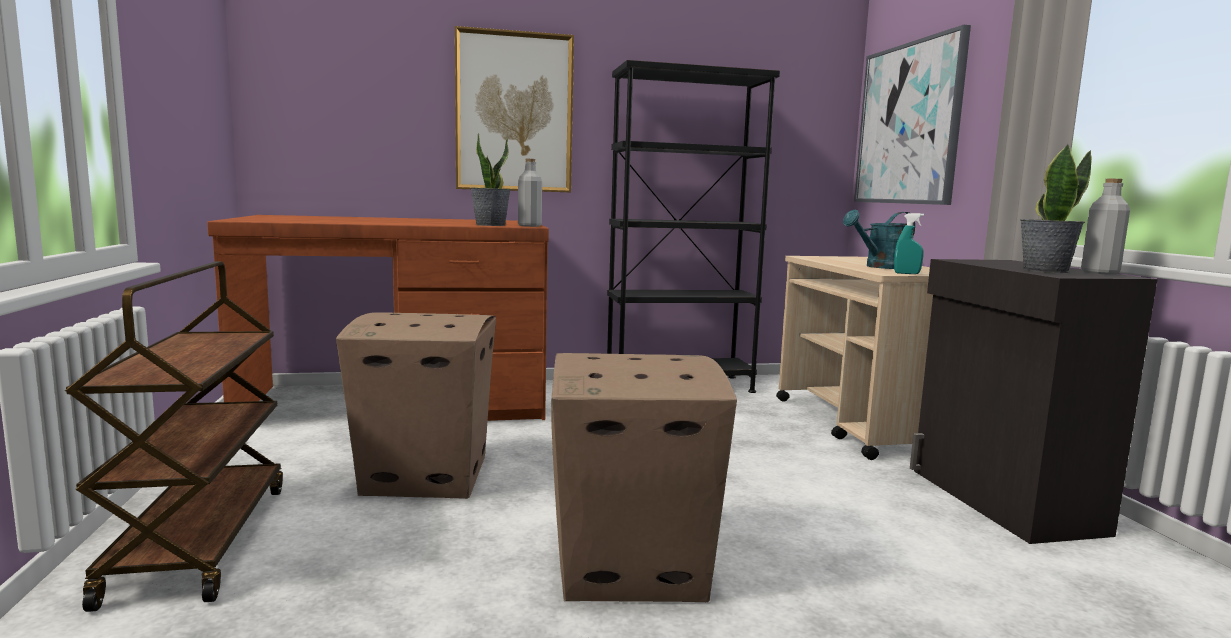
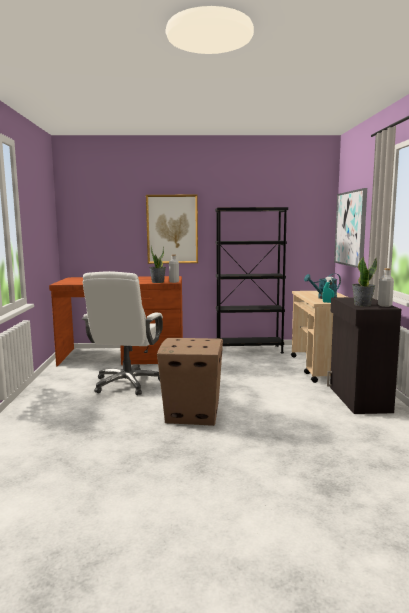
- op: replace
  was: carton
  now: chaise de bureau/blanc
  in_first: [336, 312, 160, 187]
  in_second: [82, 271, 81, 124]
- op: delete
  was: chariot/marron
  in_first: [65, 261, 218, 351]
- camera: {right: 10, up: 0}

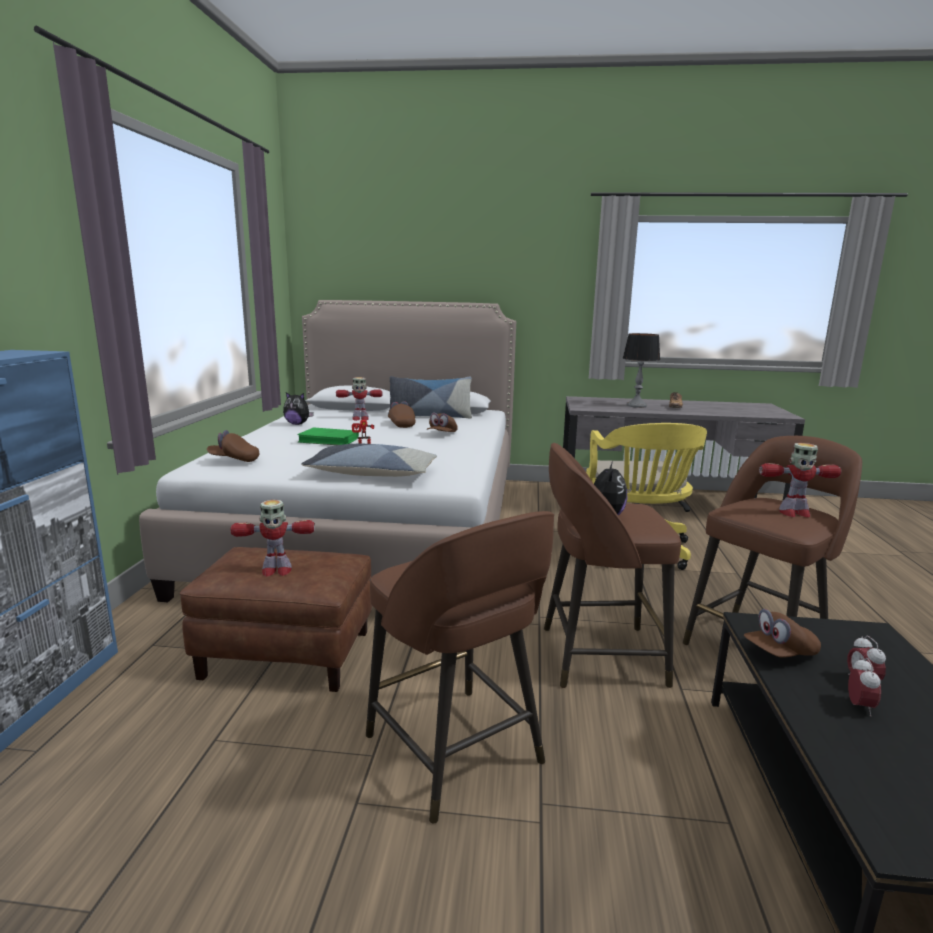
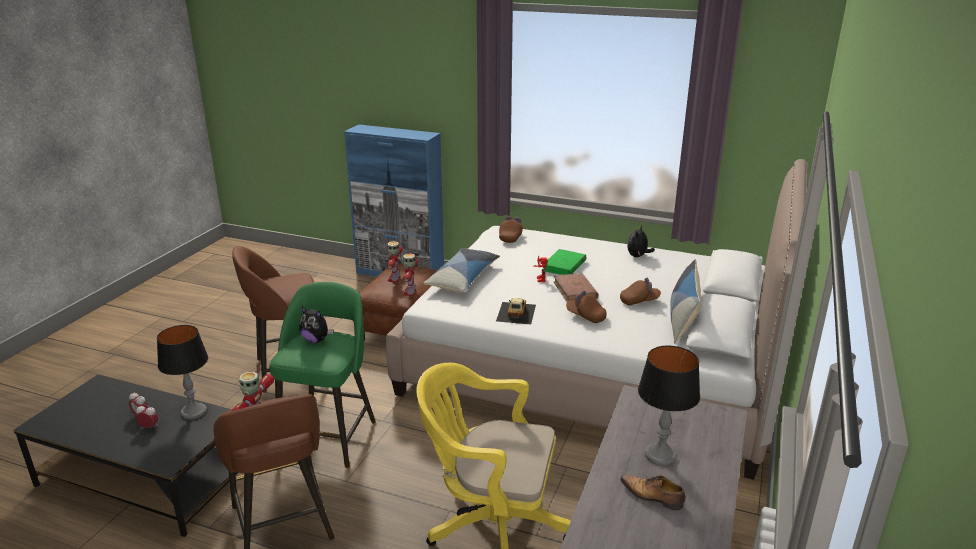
- op: replace
  was: casquette/marron
  now: lampe de table
  in_first: [744, 609, 77, 49]
  in_second: [157, 325, 51, 94]
- op: recolor
  was: tabouret/marron
  now: tabouret/vert
  in_first: [544, 443, 137, 245]
  in_second: [269, 282, 107, 186]
- op: move
  was: robot jouet
  in_first: [336, 377, 46, 44]
  in_second: [403, 253, 15, 43]
- op: insert
  now: petite voiture
  in_second: [496, 298, 40, 26]
- op: insert
  now: livre/marron
  in_second: [553, 273, 45, 29]
- camera: {right: 105, up: 10}

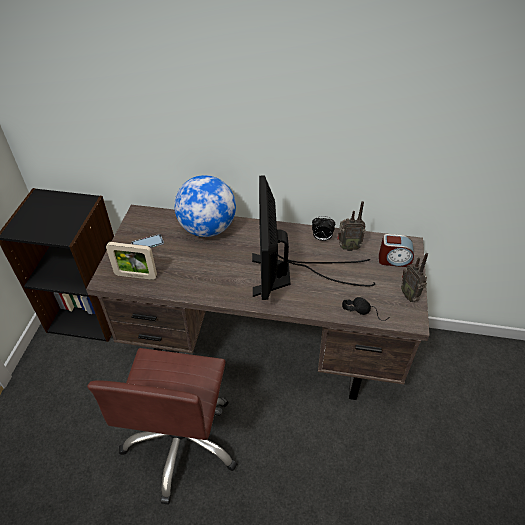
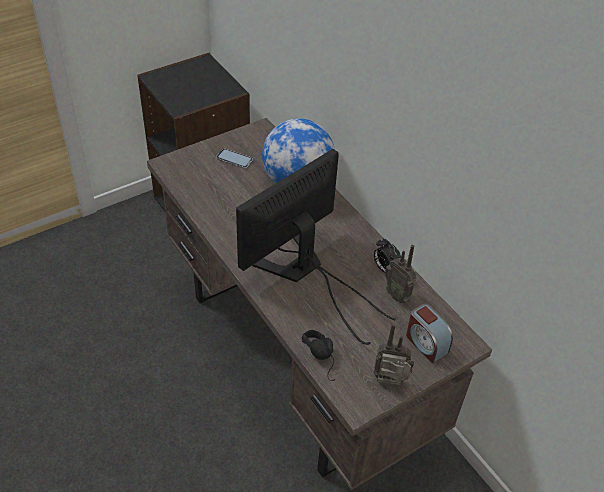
- op: rotate
  was: radio
  in_first: [401, 253, 27, 49]
  in_second: [374, 323, 40, 62]
  clockwise: 75
- op: delete
  was: chaise de bureau/marron
  in_first: [87, 348, 150, 157]
- op: delete
  was: cadre photo
  in_first: [106, 242, 51, 38]
- camera: {right: 45, up: 0}

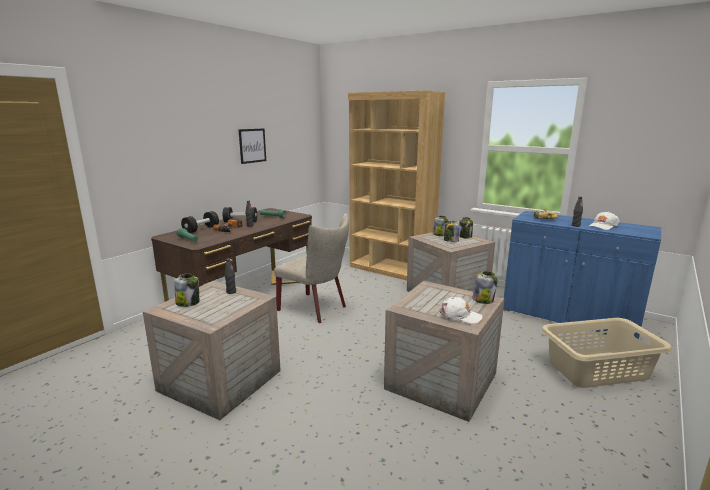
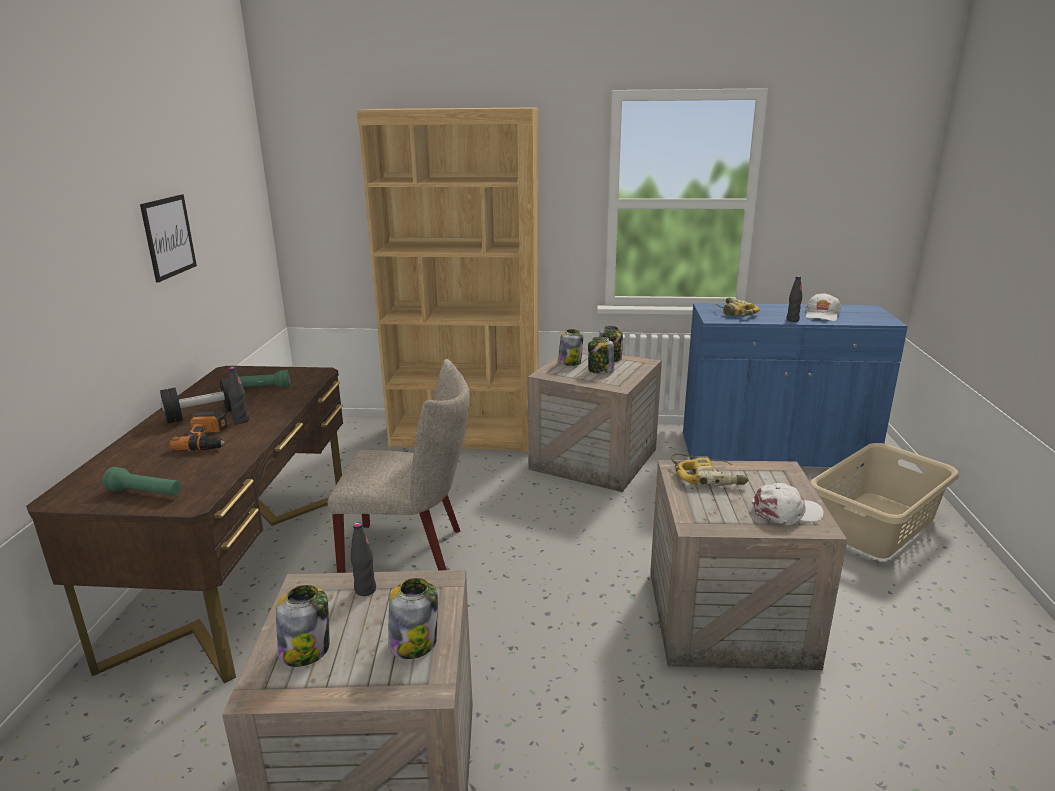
- op: move
  was: bocal
  in_first: [472, 271, 26, 33]
  in_second: [389, 578, 49, 81]
- op: insert
  now: perceuse
  in_second: [671, 454, 78, 32]
- op: delete
  was: haltère/noir
  in_first: [181, 211, 38, 22]
- camera: {right: -30, up: 5}

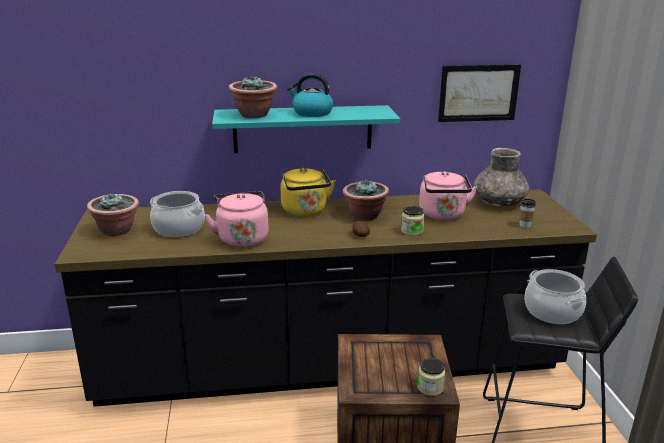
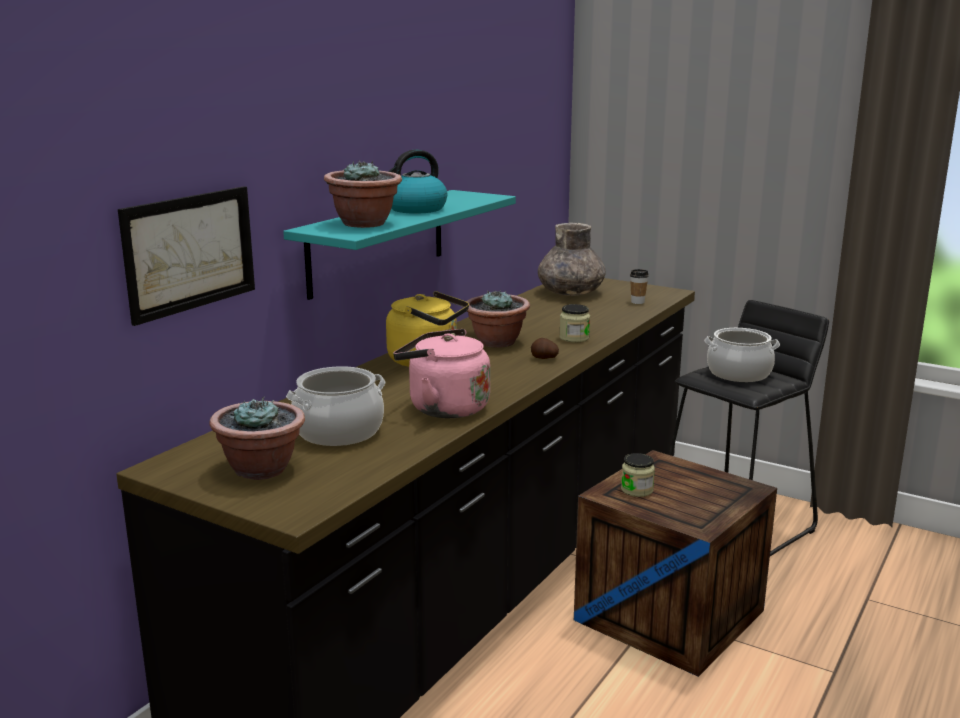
- op: move
  was: tableau
  in_first: [438, 64, 83, 58]
  in_second: [118, 186, 137, 140]
- op: move
  was: bocal
  in_first: [417, 358, 28, 38]
  in_second: [621, 453, 34, 44]
- op: delete
  was: bouilloire/rose
  in_first: [419, 171, 58, 49]
- camera: {right: -50, up: -5}

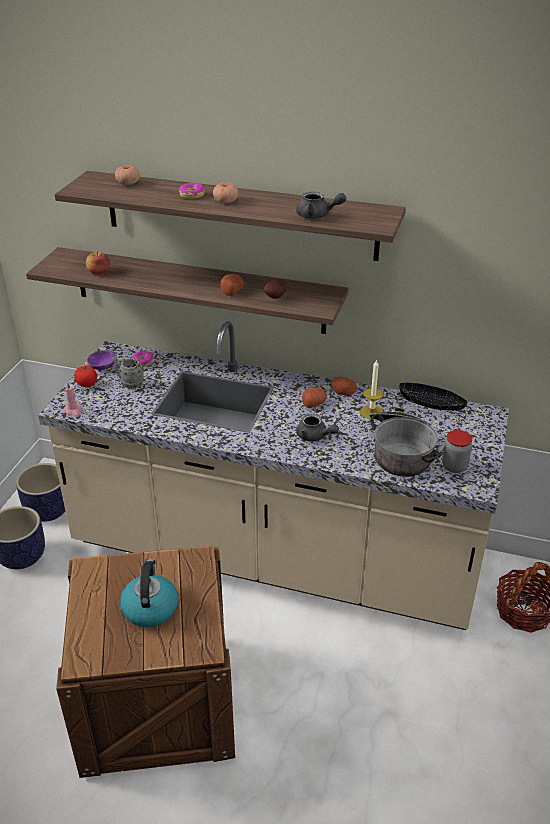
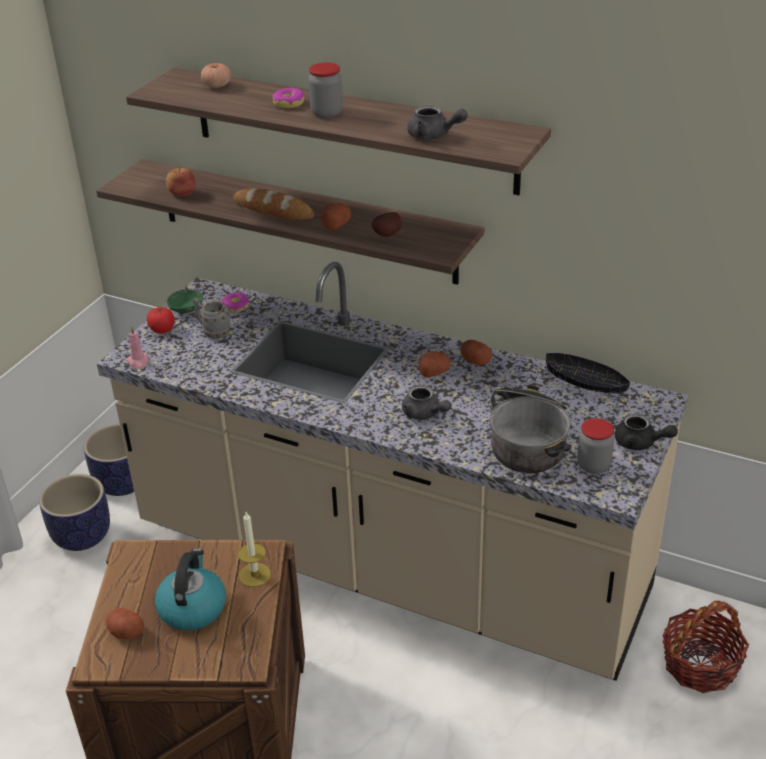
- op: insert
  now: pomme de terre
  in_second: [106, 608, 38, 31]
- op: recolor
  was: bol/violet
  now: bol/vert
  in_first: [87, 350, 30, 20]
  in_second: [167, 289, 36, 24]
- op: insert
  now: pain
  in_second: [234, 188, 80, 31]
- op: move
  was: bougie
  in_first: [360, 359, 24, 60]
  in_second: [238, 512, 33, 75]
- op: replace
  was: tomate
  now: bocal
  in_first: [213, 183, 25, 21]
  in_second: [308, 62, 35, 56]
- op: insert
  now: théière/noir
  in_second: [615, 413, 63, 37]
- camera: {right: 10, up: 0}

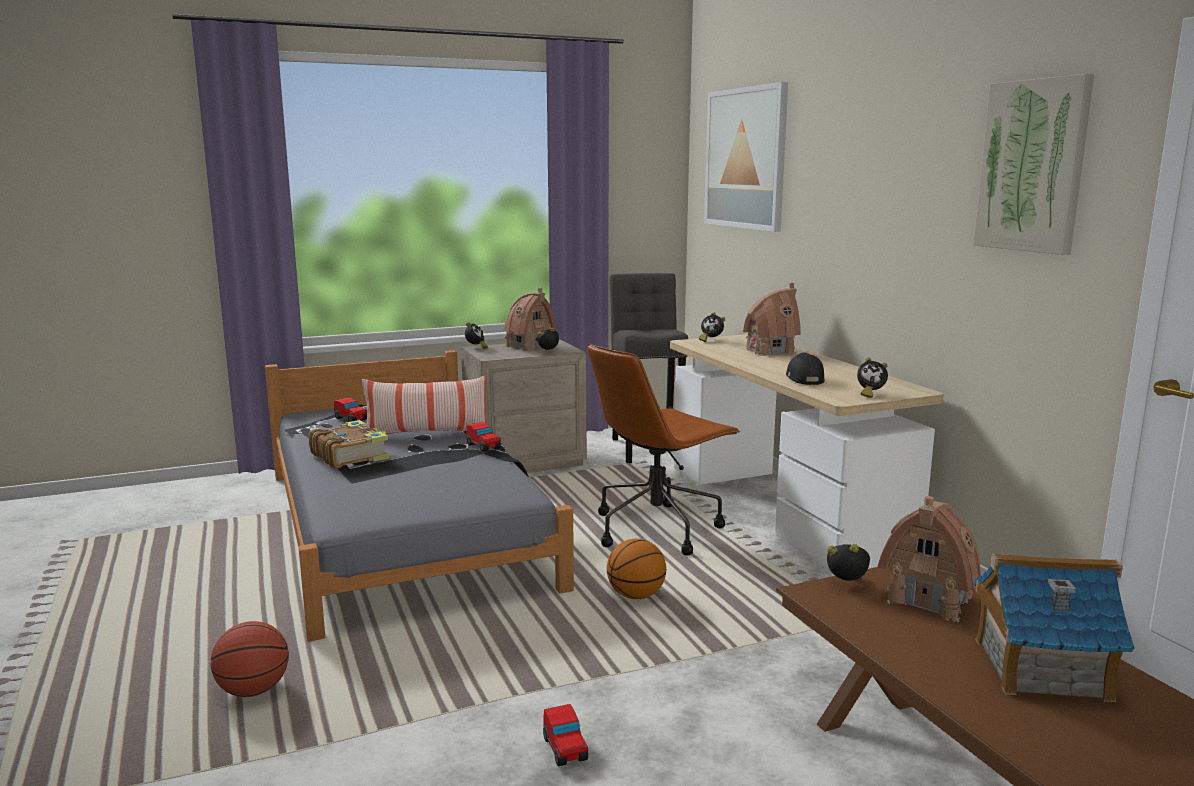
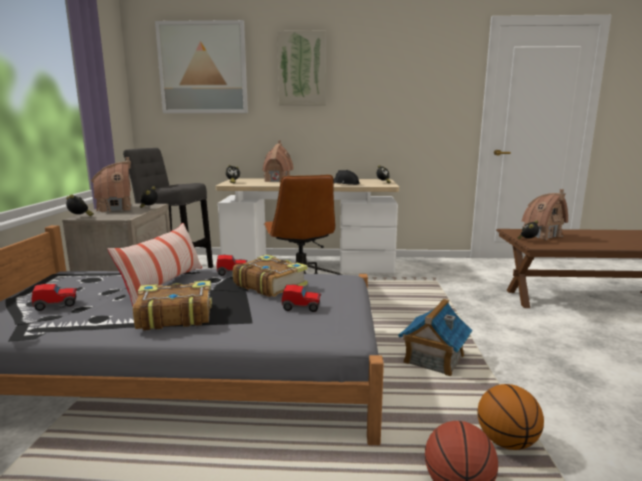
- op: insert
  now: livre
  in_second: [233, 255, 75, 42]
- op: move
  was: tableau
  in_first: [973, 74, 121, 181]
  in_second: [277, 31, 49, 74]
- op: move
  was: petite voiture
  in_first: [543, 704, 45, 62]
  in_second: [282, 285, 39, 27]
- op: move
  was: maison miniature
  in_first: [974, 553, 161, 149]
  in_second: [398, 299, 74, 77]
- op: move
  was: ballon de basket
  in_first: [607, 539, 59, 60]
  in_second: [477, 384, 67, 66]
- camera: {right: -65, up: 0}

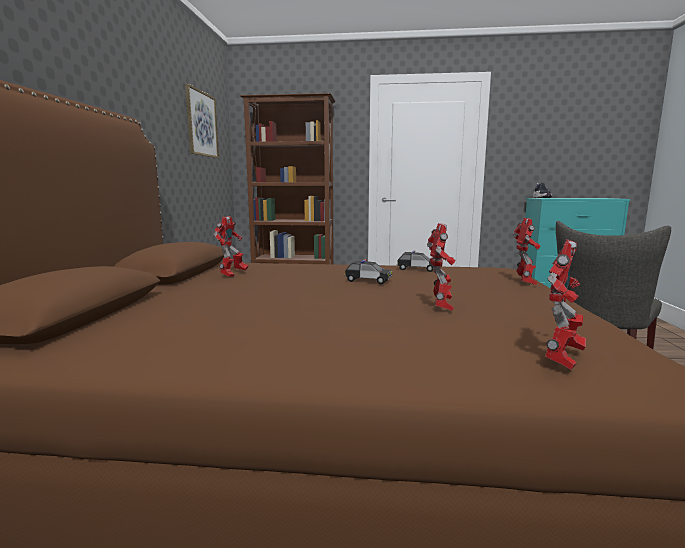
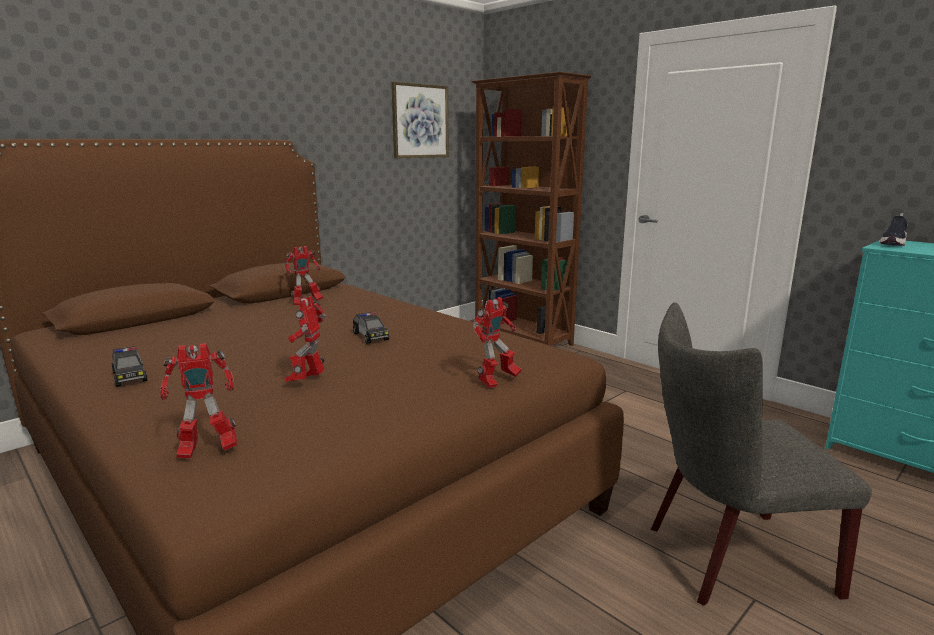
- op: move
  was: petite voiture
  in_first: [396, 250, 38, 22]
  in_second: [112, 346, 36, 41]
- op: rotate
  was: robot jouet
  in_first: [427, 223, 28, 88]
  in_second: [284, 296, 42, 86]
  clockwise: 150
- camera: {right: 40, up: 5}

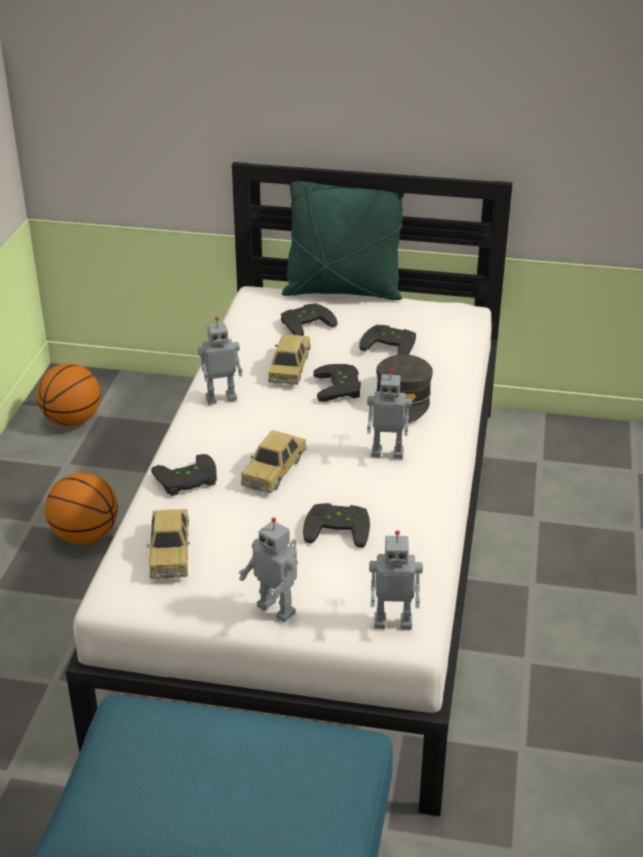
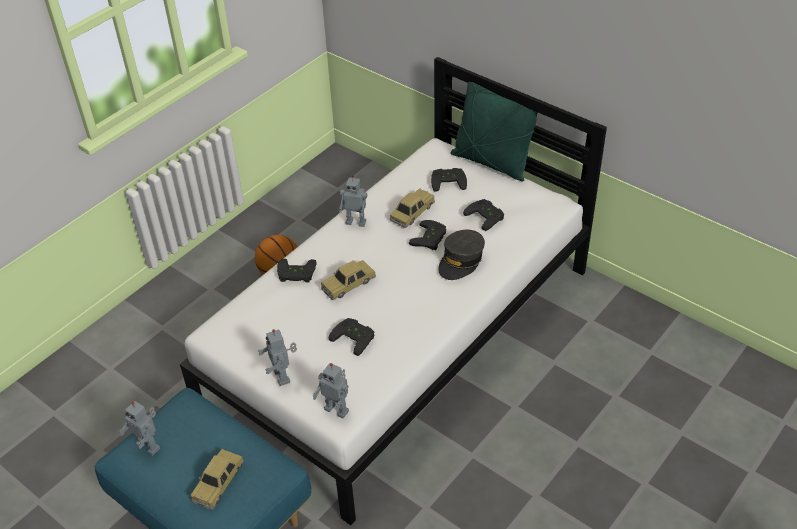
- op: move
  was: robot jouet
  in_first: [367, 368, 45, 91]
  in_second: [119, 401, 41, 55]
- op: move
  was: petite voiture
  in_first: [147, 509, 43, 70]
  in_second: [191, 449, 53, 61]
- op: delete
  was: ballon de basket
  in_first: [37, 363, 64, 63]
- camera: {right: 30, up: 10}

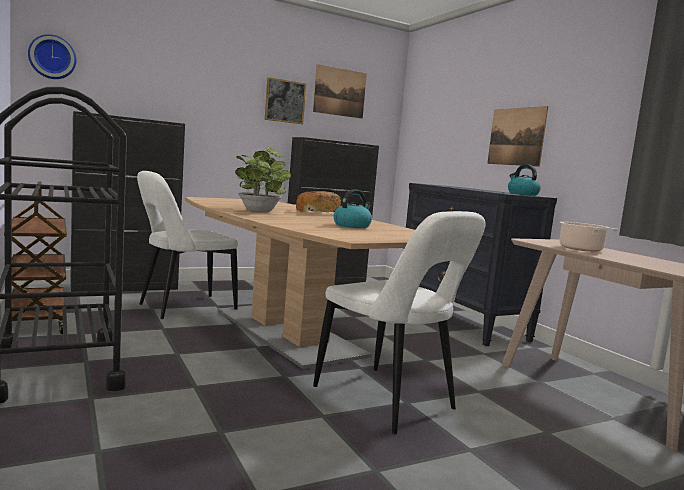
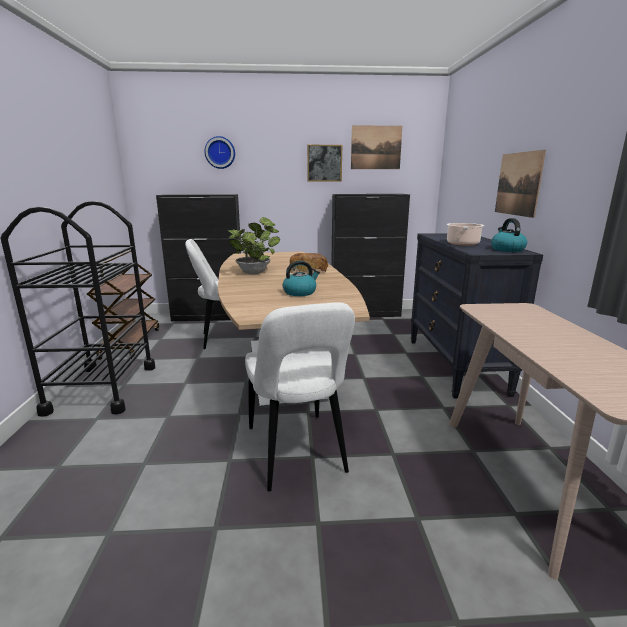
- op: move
  was: horloge murale
  in_first: [28, 34, 48, 45]
  in_second: [205, 136, 30, 33]
- op: move
  was: marmite
  in_first: [559, 222, 59, 30]
  in_second: [447, 223, 37, 22]
- camera: {right: 25, up: 10}

